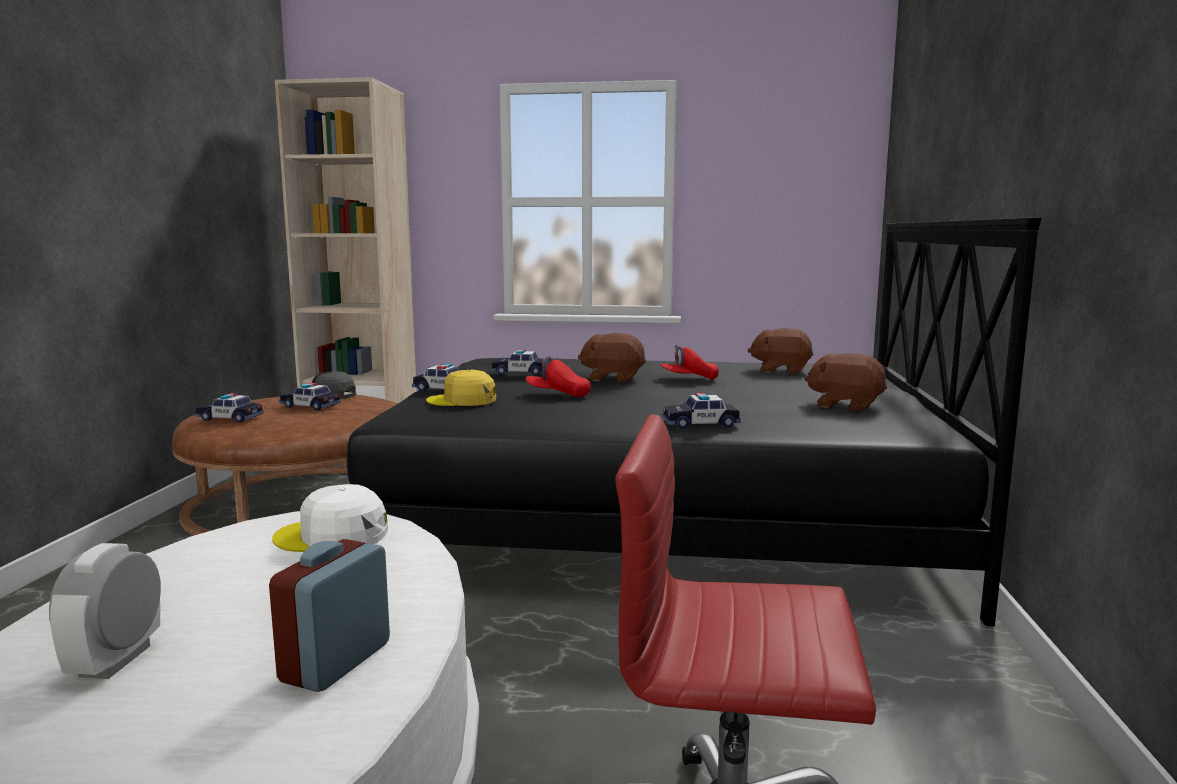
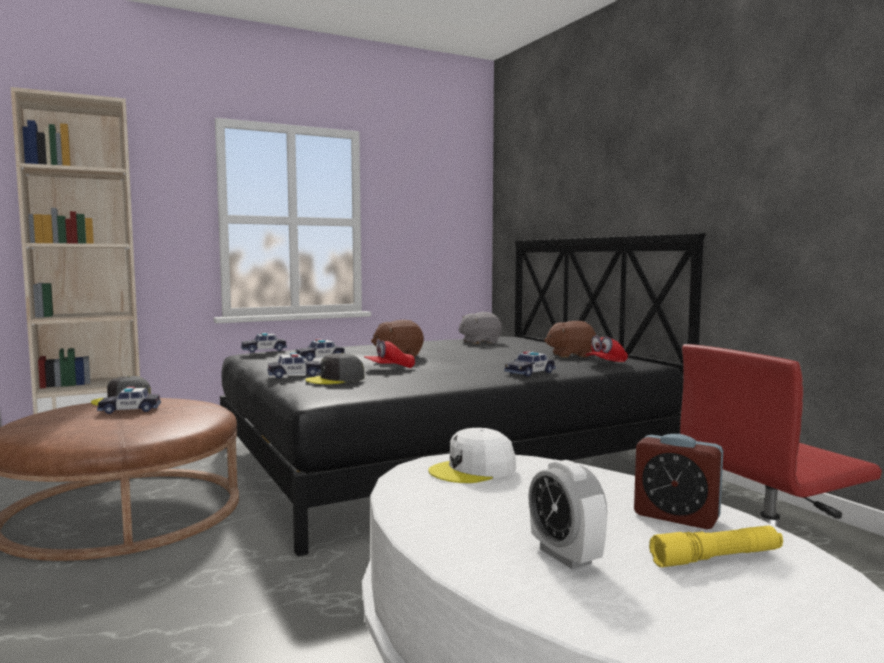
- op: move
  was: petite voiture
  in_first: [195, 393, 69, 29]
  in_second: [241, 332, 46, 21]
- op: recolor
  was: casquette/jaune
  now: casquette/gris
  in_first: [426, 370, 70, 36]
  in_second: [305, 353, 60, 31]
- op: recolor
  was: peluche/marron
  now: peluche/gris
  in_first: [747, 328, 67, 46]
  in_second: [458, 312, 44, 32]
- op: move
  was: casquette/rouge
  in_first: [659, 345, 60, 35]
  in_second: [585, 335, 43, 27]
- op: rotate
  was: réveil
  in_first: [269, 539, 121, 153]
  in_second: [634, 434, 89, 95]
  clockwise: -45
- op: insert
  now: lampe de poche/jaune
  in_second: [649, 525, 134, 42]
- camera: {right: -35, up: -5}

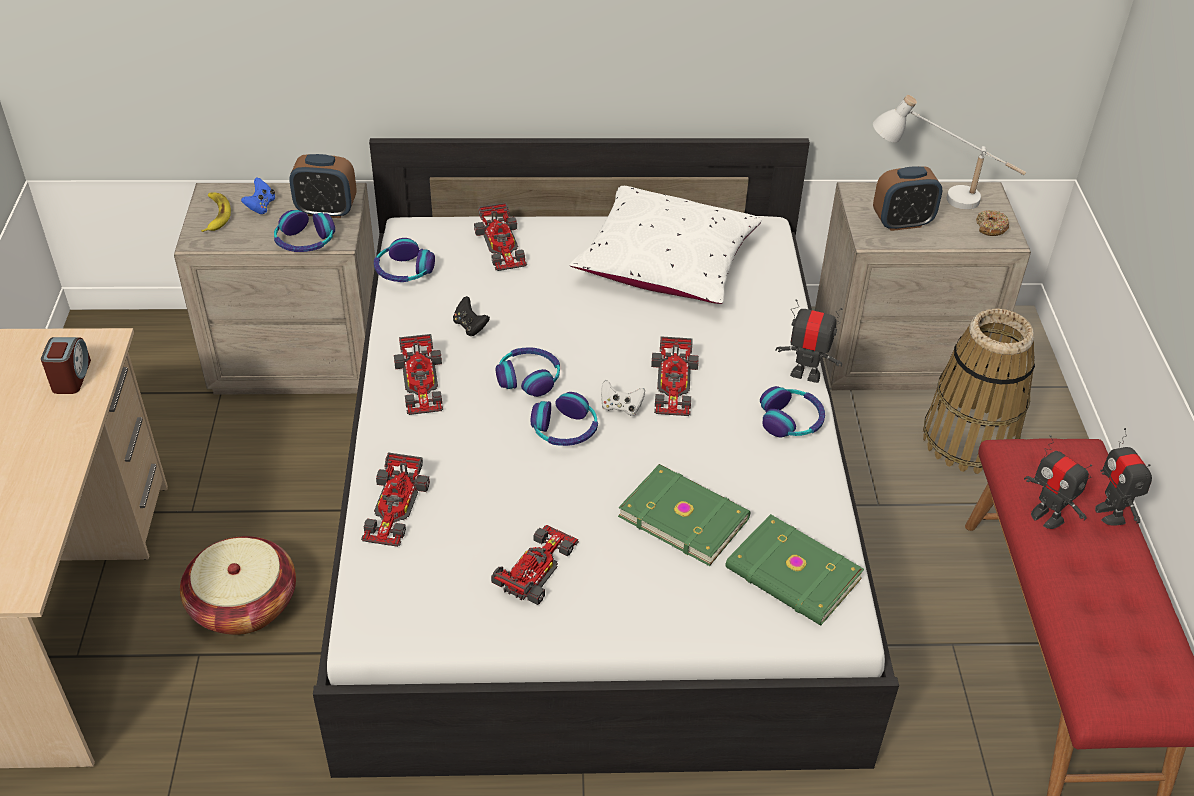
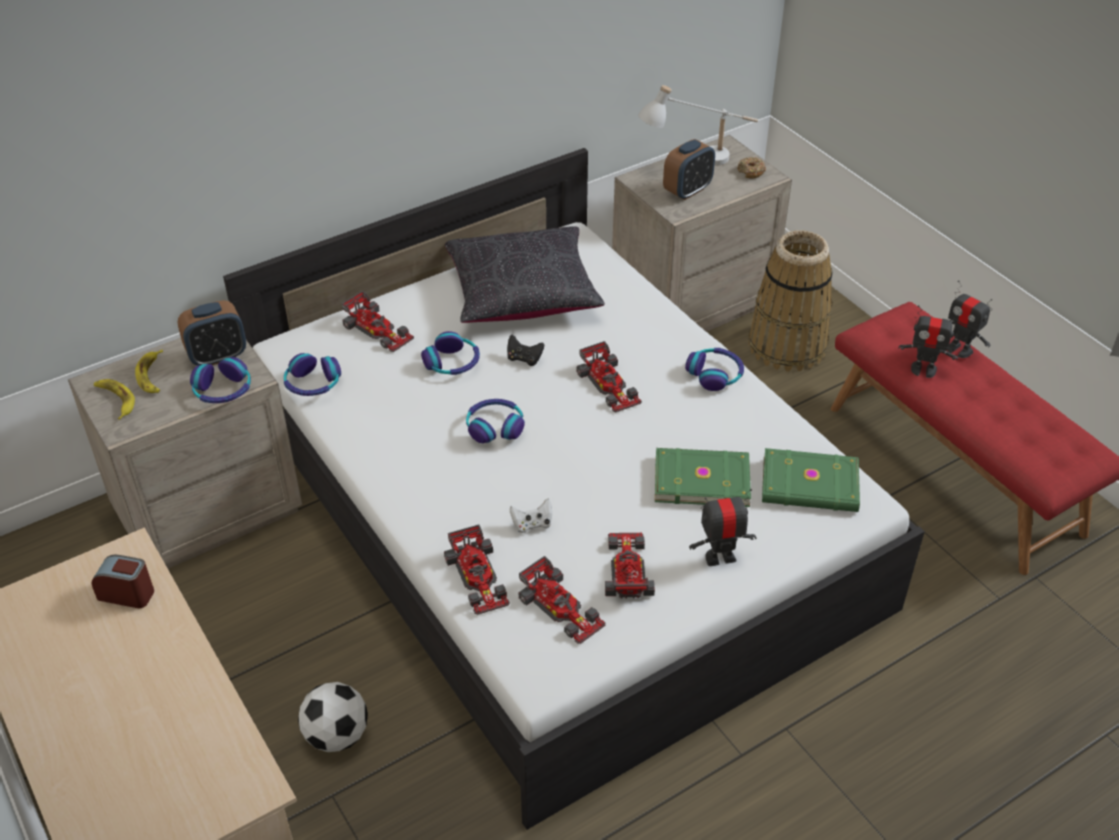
- op: rotate
  was: réveil
  in_first: [41, 337, 50, 57]
  in_second: [92, 554, 62, 54]
  clockwise: -45
- op: replace
  was: manette/bleu
  now: banane
  in_first: [241, 177, 34, 37]
  in_second: [135, 350, 28, 43]
- op: replace
  was: panier
  now: ballon de foot
  in_first: [180, 536, 116, 99]
  in_second: [298, 682, 70, 70]
- op: move
  was: casque audio
  in_first: [531, 392, 67, 54]
  in_second: [421, 331, 59, 44]
- op: recolor
  was: coussin/blanc
  now: coussin/noir
  in_first: [569, 186, 193, 118]
  in_second: [445, 226, 160, 97]
- op: move
  was: manette/noir
  in_first: [453, 296, 37, 40]
  in_second: [507, 335, 37, 31]
- op: move
  was: manette/blanc
  in_first: [601, 380, 44, 36]
  in_second: [510, 499, 42, 34]
- op: move
  was: petite voiture
  in_first: [394, 334, 49, 81]
  in_second: [519, 556, 87, 88]
- op: move
  was: robot jouet
  in_first: [776, 299, 67, 84]
  in_second: [689, 489, 67, 77]
- camera: {right: -30, up: 0}

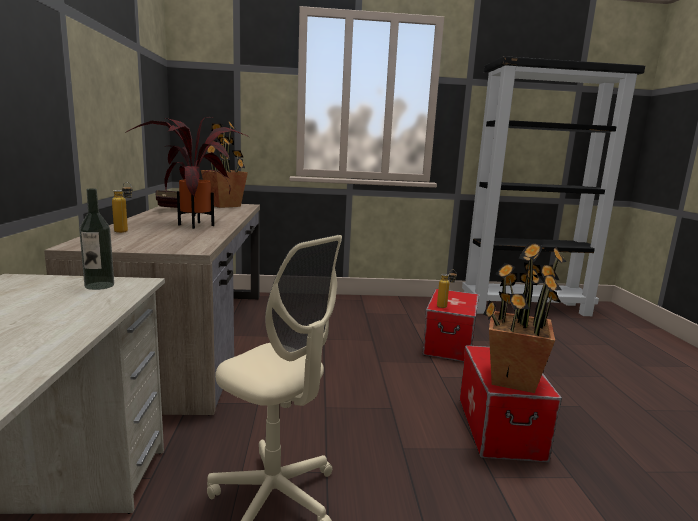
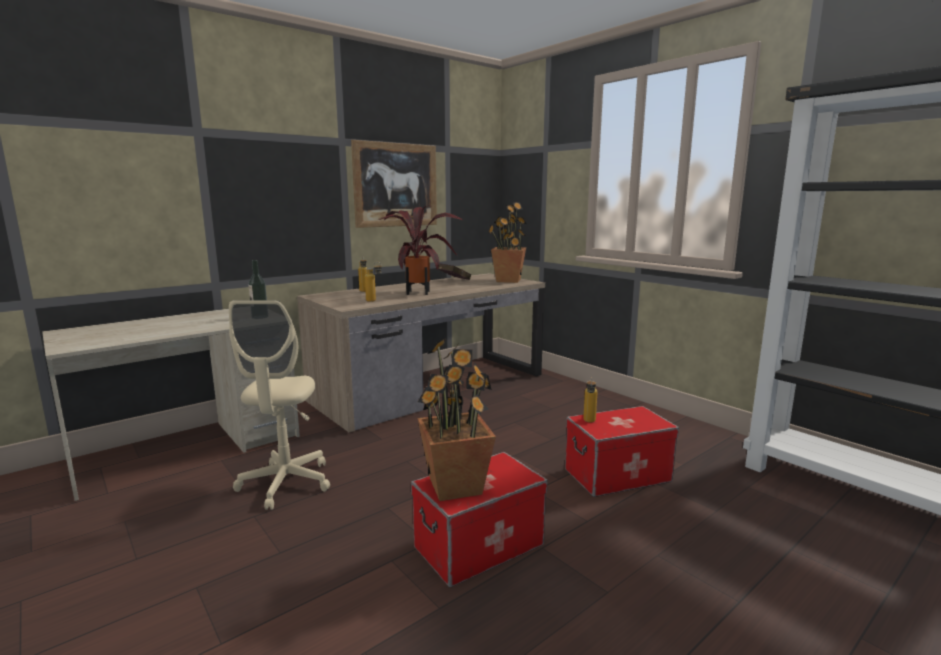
- op: insert
  now: tableau
  in_second: [351, 140, 86, 88]
- op: insert
  now: bouteille
  in_second: [365, 262, 17, 40]
- camera: {right: 55, up: 0}

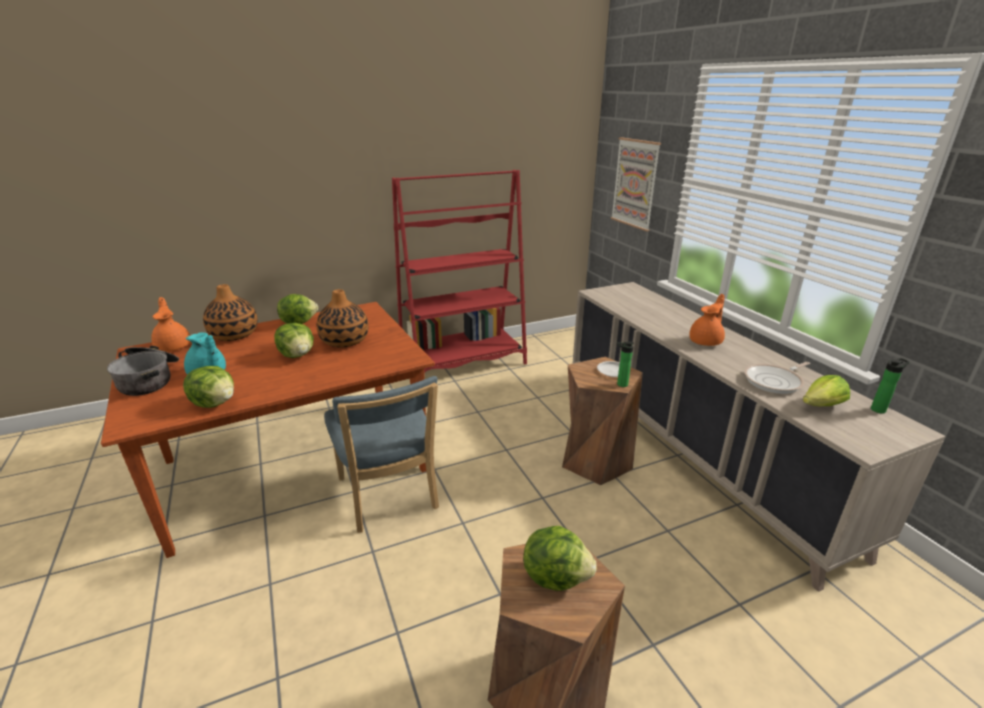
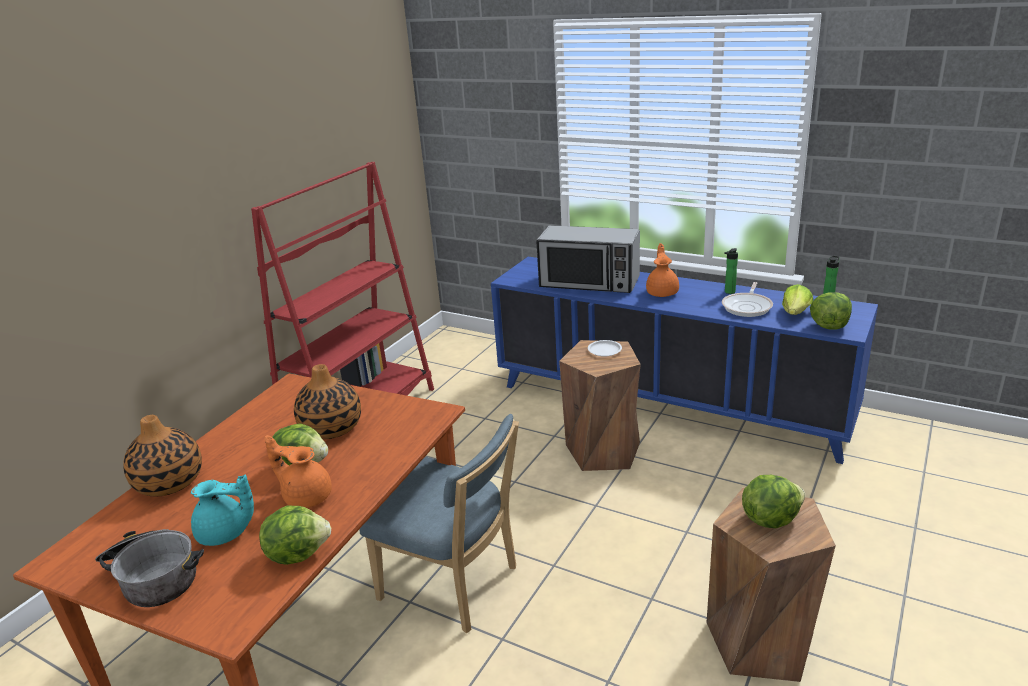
- op: move
  was: théière/orange
  in_first: [151, 297, 39, 55]
  in_second: [265, 435, 67, 73]
- op: recolor
  was: meuble de rangement/beige
  now: meuble de rangement/bleu
  in_first: [573, 282, 373, 310]
  in_second: [491, 257, 387, 207]
- op: insert
  now: micro-ondes
  in_second: [536, 225, 104, 68]
- op: move
  was: bouteille
  in_first: [617, 341, 17, 46]
  in_second: [724, 248, 14, 46]
- op: move
  was: laitue
  in_first: [277, 294, 41, 30]
  in_second: [810, 292, 42, 38]
- op: delete
  was: tableau
  in_first: [611, 137, 50, 94]
- camera: {right: -35, up: 0}

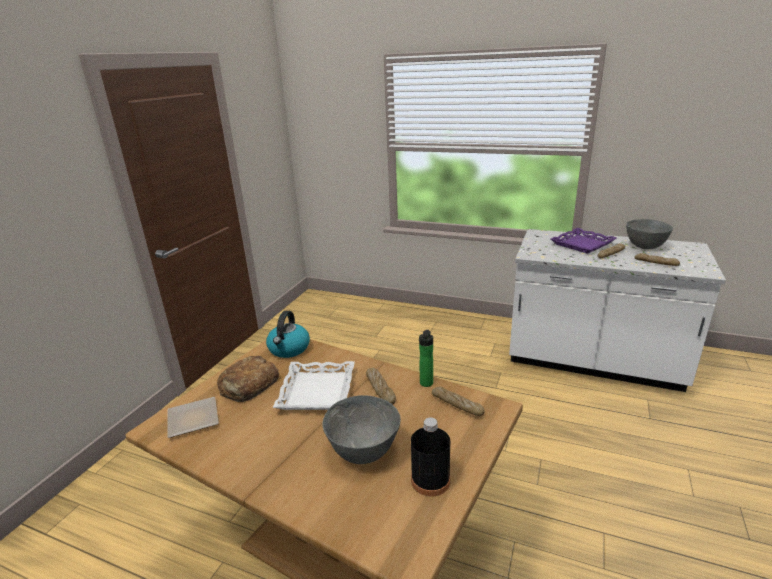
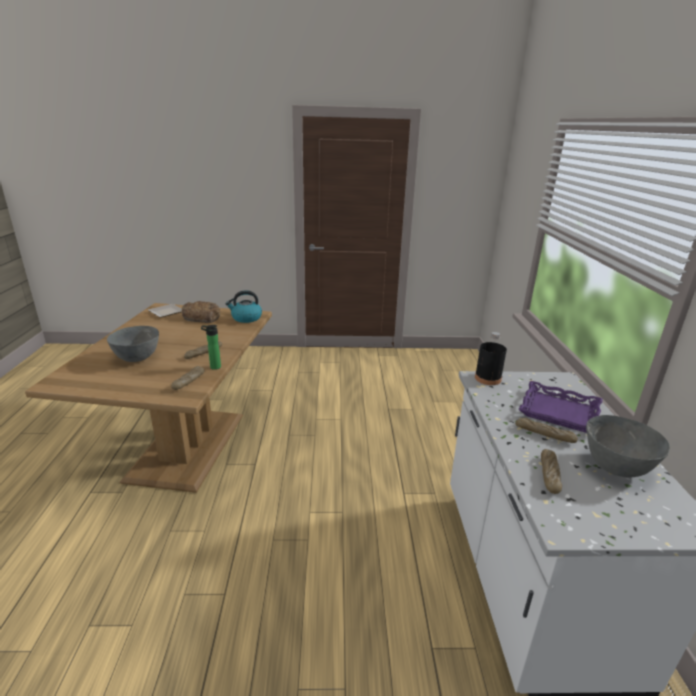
- op: move
  was: bouteille/noir
  in_first: [411, 417, 39, 80]
  in_second: [475, 332, 32, 53]
- op: delete
  was: plateau/blanc
  in_first: [273, 361, 82, 49]
- camera: {right: 65, up: 0}

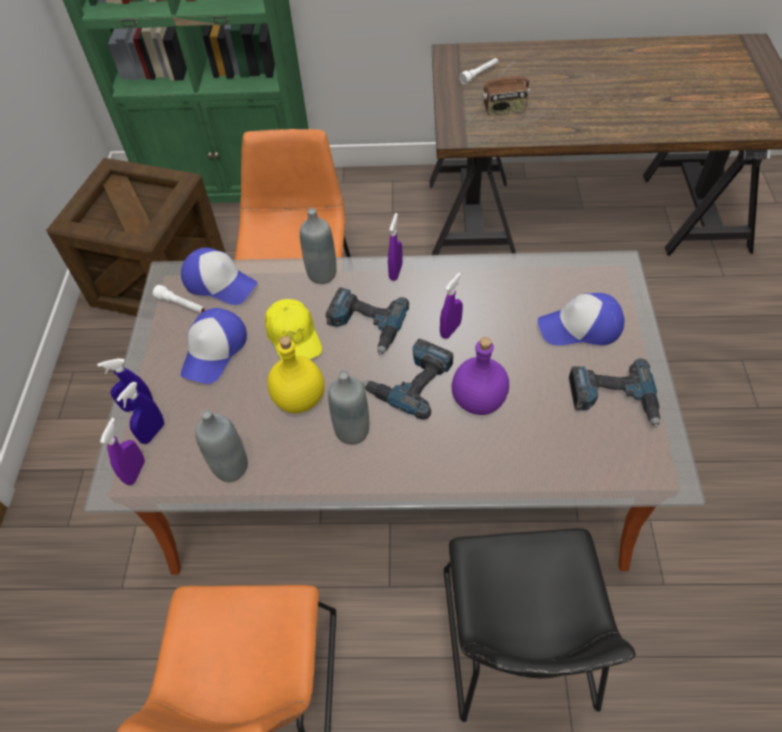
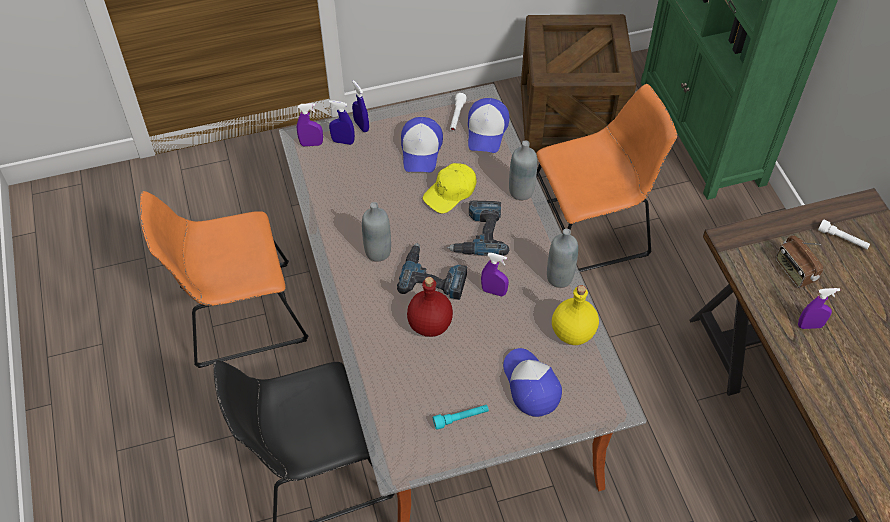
- op: rotate
  was: casquette
  in_first: [181, 308, 66, 76]
  in_second: [401, 117, 42, 56]
  clockwise: -90
- op: recolor
  was: bouteille/violet
  now: bouteille/rouge
  in_first: [452, 337, 57, 78]
  in_second: [407, 277, 46, 60]
- op: replace
  was: perceuse
  now: lampe de poche/turquoise
  in_first: [569, 358, 91, 70]
  in_second: [433, 405, 56, 25]
- op: move
  was: bouteille/gris
  in_first: [195, 409, 53, 73]
  in_second: [547, 229, 31, 59]
- op: move
  was: bouteille/jaune
  in_first: [267, 336, 57, 77]
  in_second: [552, 285, 47, 60]
- op: move
  was: vaporisateur/violet
  in_first: [388, 213, 14, 68]
  in_second: [798, 288, 42, 41]
- camera: {right: 70, up: 0}

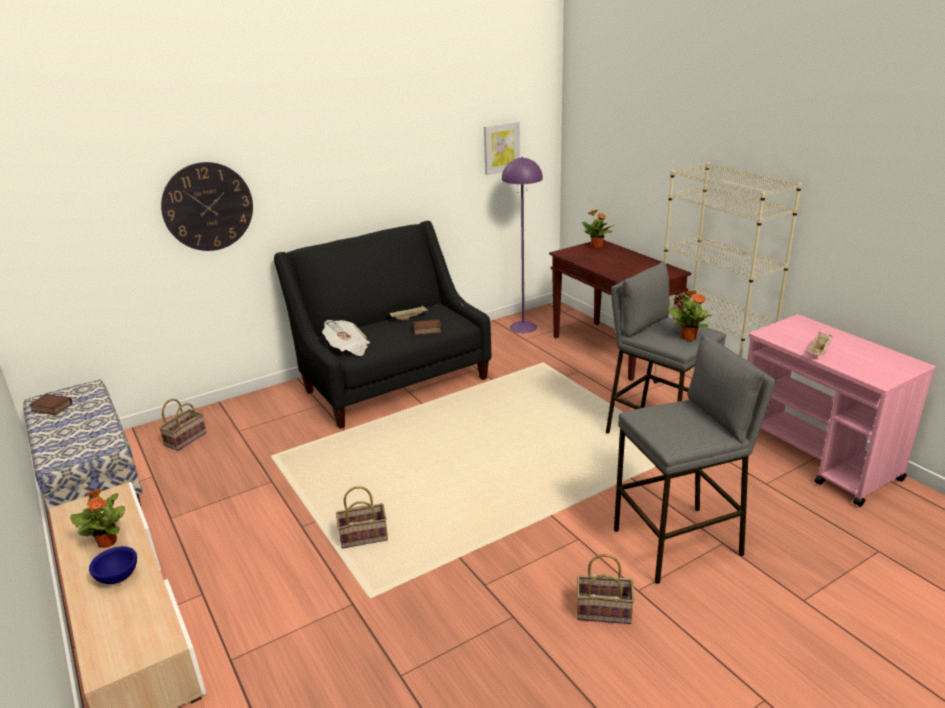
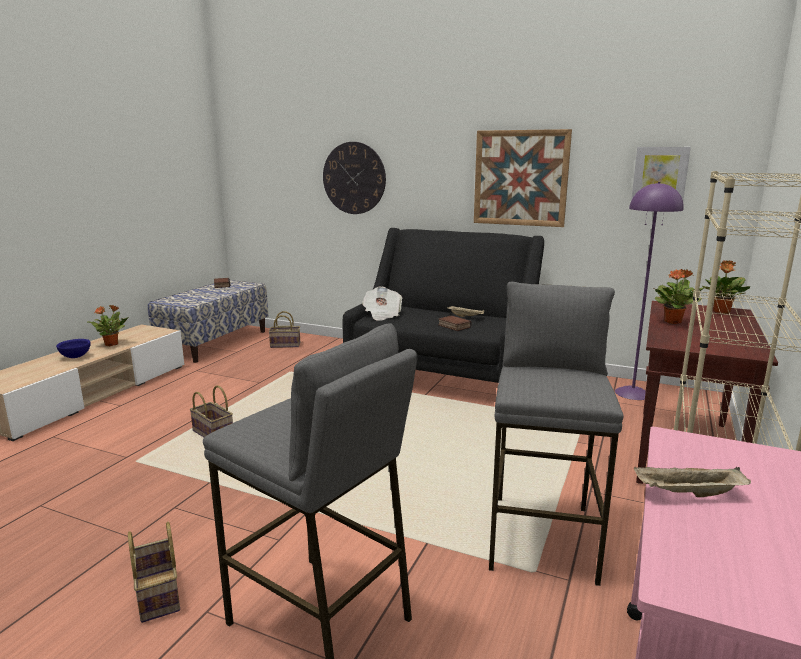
- op: insert
  now: tableau
  in_second: [474, 129, 98, 98]
- op: move
  was: plante en pot
  in_first: [668, 290, 44, 51]
  in_second: [655, 269, 50, 55]
- camera: {right: 55, up: -10}

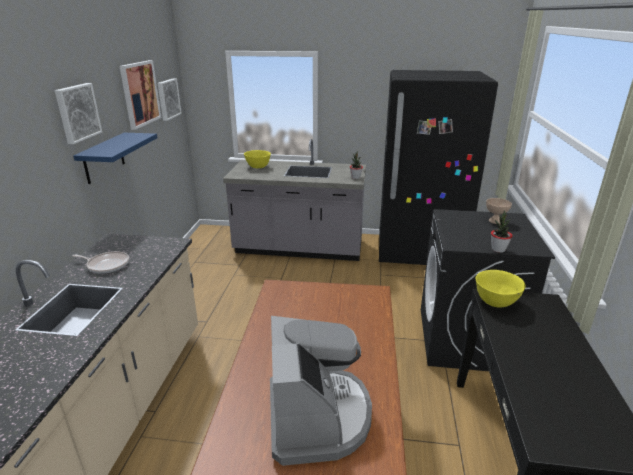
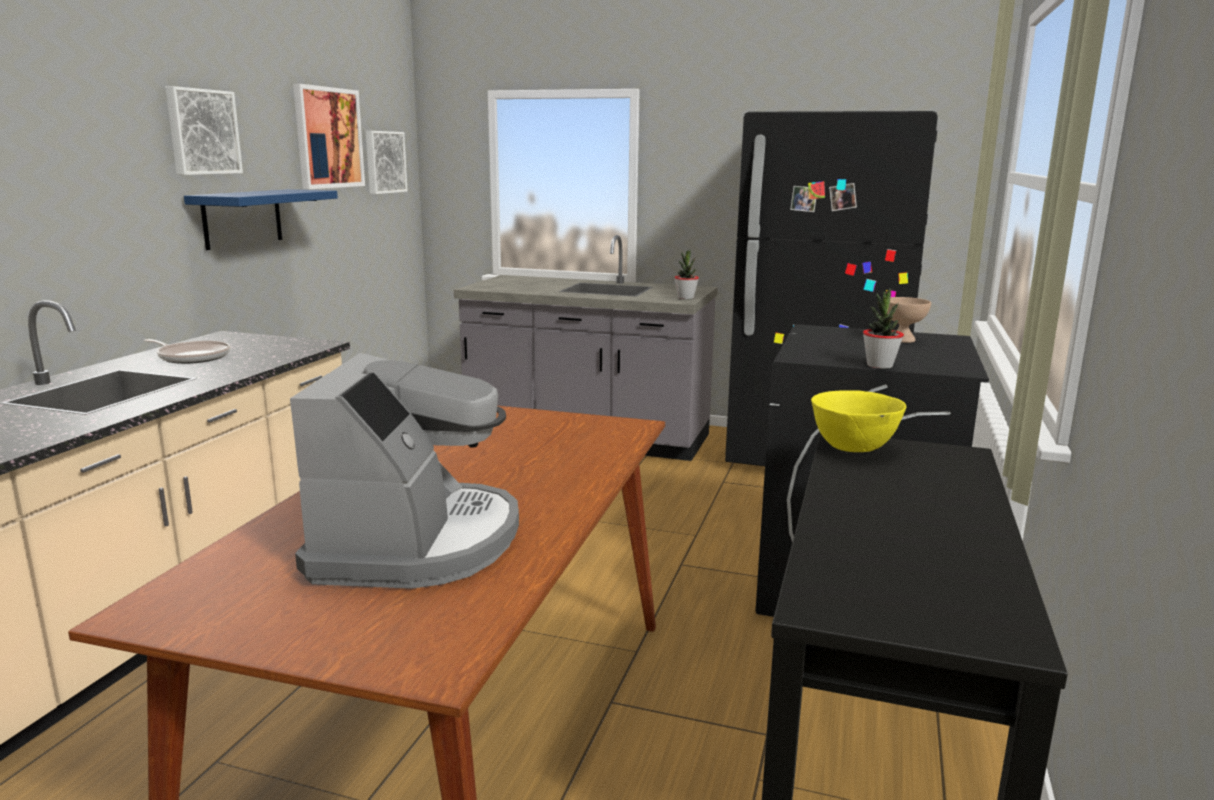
- op: delete
  was: bol/jaune
  in_first: [244, 150, 27, 18]
- camera: {right: 10, up: -10}

